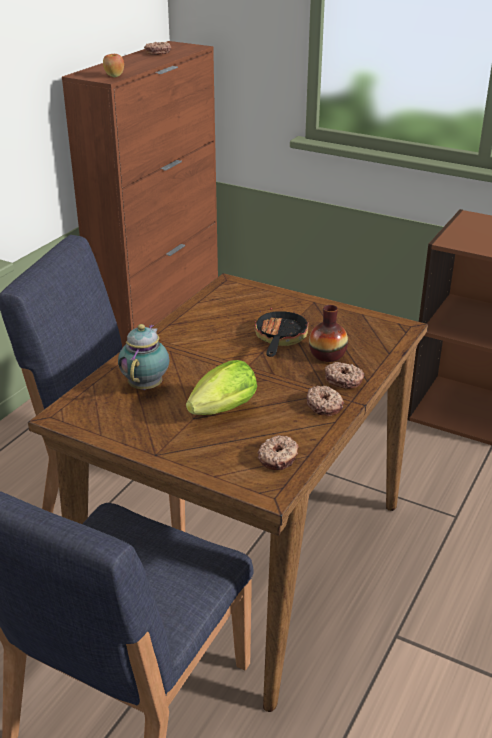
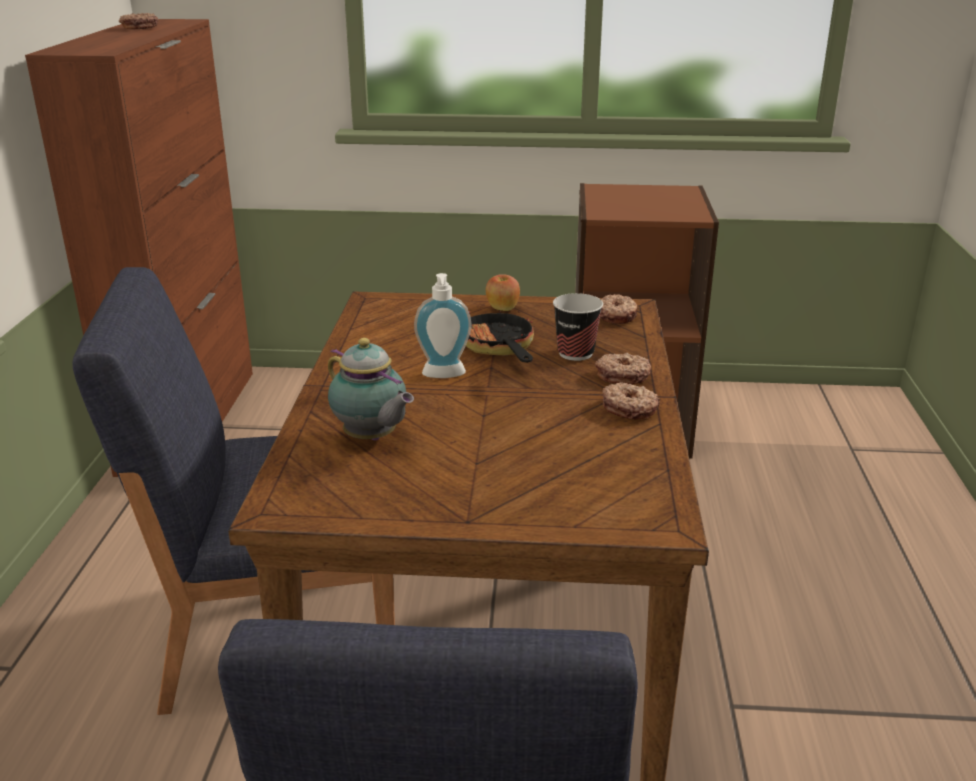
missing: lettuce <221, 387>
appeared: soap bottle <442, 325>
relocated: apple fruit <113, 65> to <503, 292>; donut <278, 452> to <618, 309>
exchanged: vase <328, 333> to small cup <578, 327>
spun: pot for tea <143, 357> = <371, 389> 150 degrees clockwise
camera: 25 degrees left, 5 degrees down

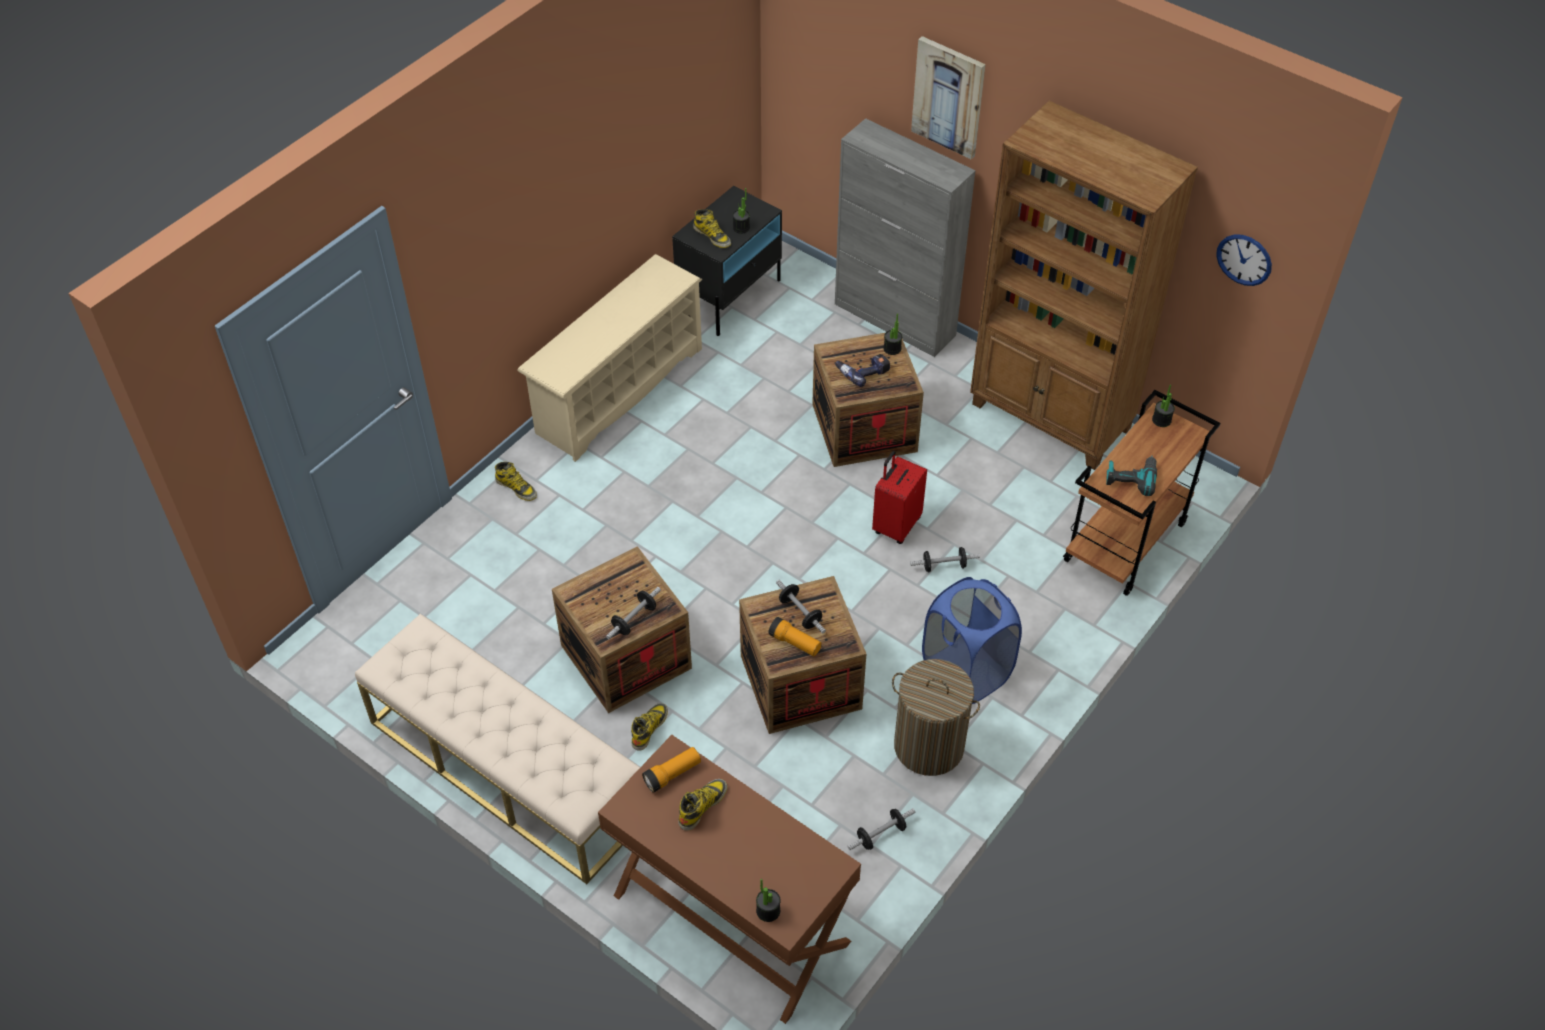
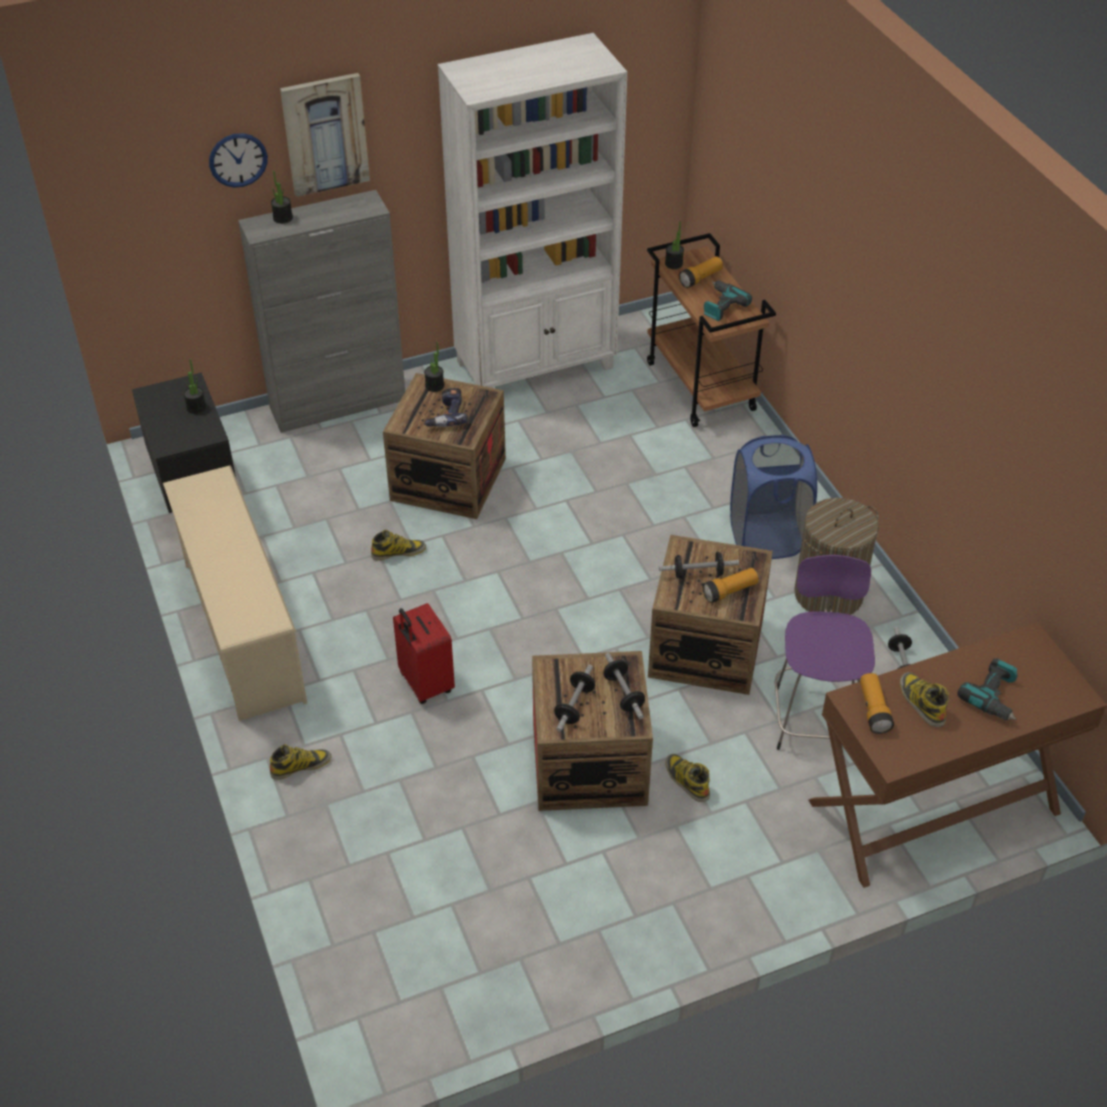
missing: indoor bench (sand-coloured) <497, 749>
appeared: flashlight <701, 272>; stool (purple-coloured) <825, 652>; drill <987, 689>
relocated: tall boot <712, 228> to <398, 545>; hanging clock <1244, 260> to <238, 160>; suitcase (red) <899, 497> to <424, 653>; hand weight <945, 559> to <574, 698>; houseplant <768, 900> to <282, 197>
colour: bookcase (brown-coloured) <1084, 285> to bookcase (white) <532, 210>
camera: 60 degrees left, 5 degrees down

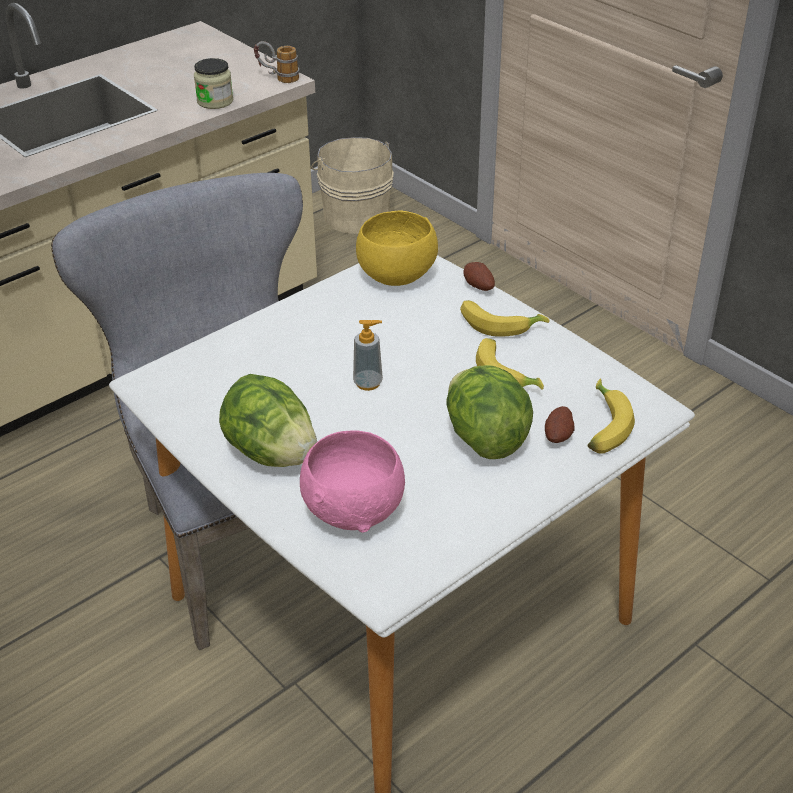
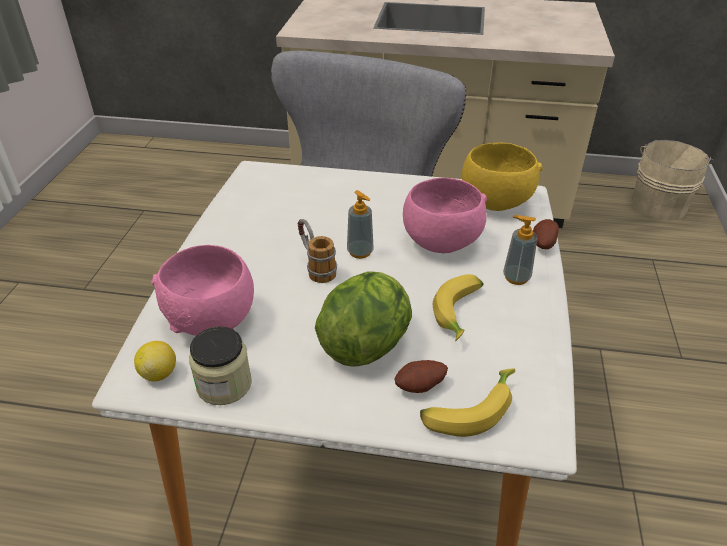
missing: lettuce <268, 420>
appeared: serving bowl (pinkish) <445, 215>; citrus fruit <155, 361>
relocated: tea mug <276, 62> to <317, 251>; storage jar <213, 83> to <220, 365>
exchanged: whole banana <505, 318> to soap bottle <520, 250>
camera: 50 degrees right, 0 degrees up

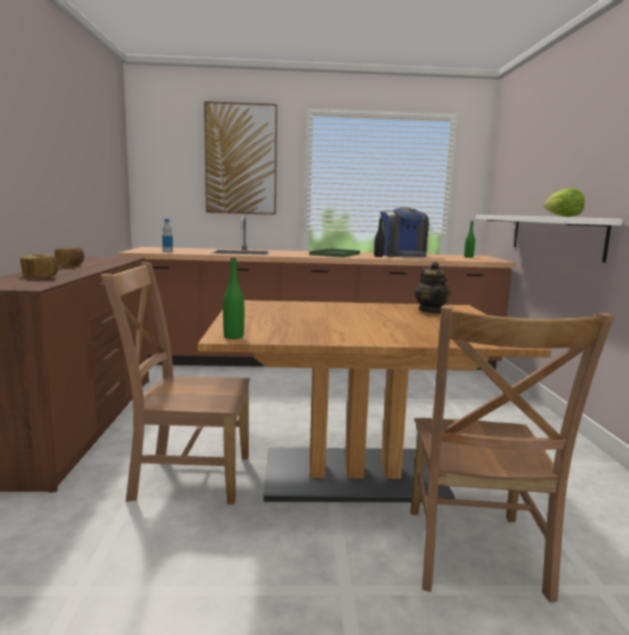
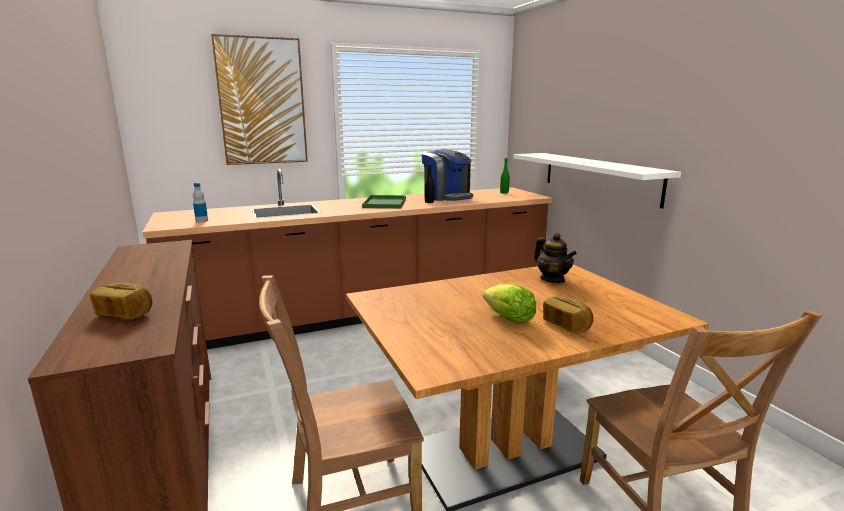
missing: drink bottle (greenish) <233, 298>
relocated: lettuce <564, 202> to <509, 304>; baked bread <69, 256> to <568, 315>
camera: 20 degrees left, 5 degrees up

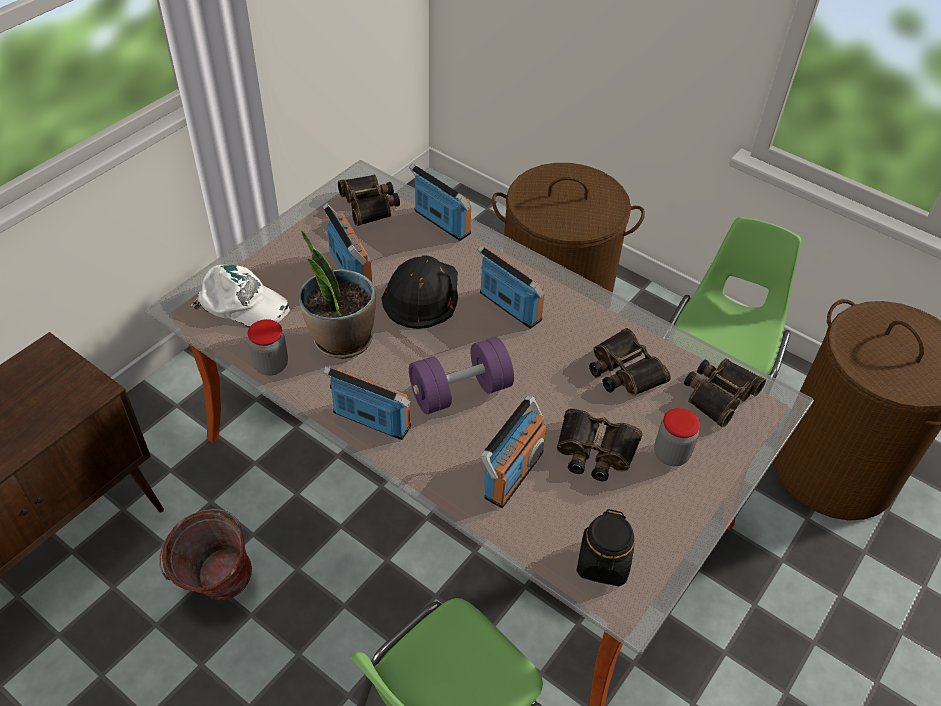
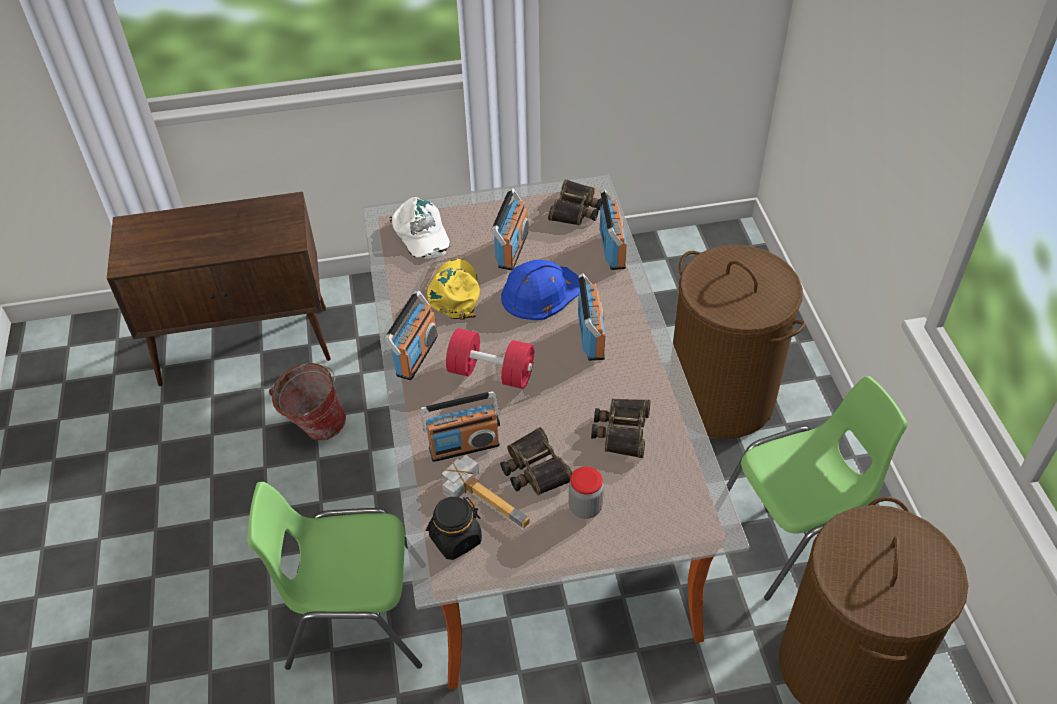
missing: storage jar <268, 347>; binoculars <725, 392>
appeared: tool hammer <485, 491>
exchanged: houseplant <337, 295> to peaked cap (yellow-coloured) <453, 289>
colour: work helmet (black-coloured) <420, 292> to work helmet (blue-coloured) <540, 290>; hand weight (purple-coloured) <461, 375> to hand weight (red) <490, 358>
spun: radio set <367, 403> = <411, 335> 45 degrees clockwise
camera: 45 degrees right, 0 degrees up

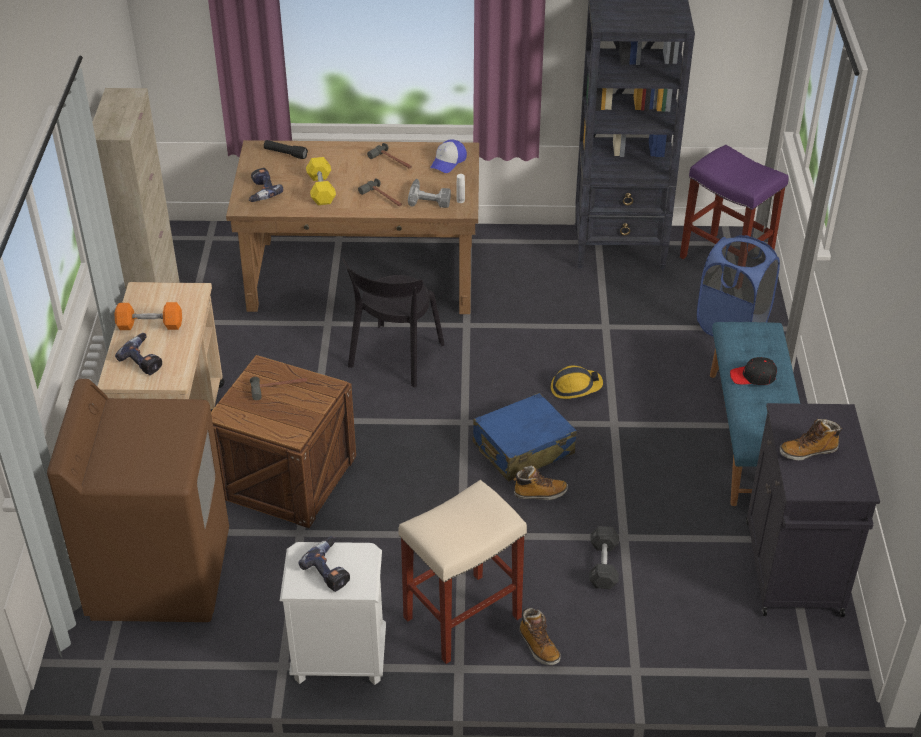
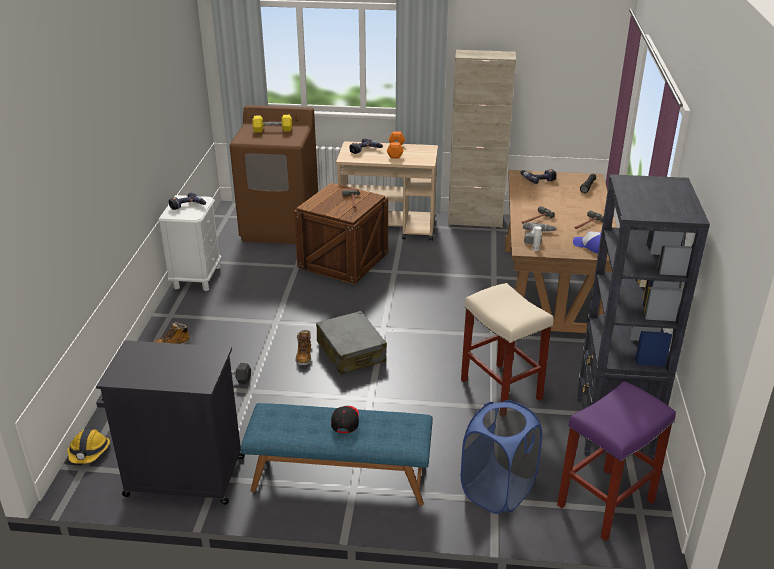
missing: upright chair (black-coloured) <393, 322>; tall boot <811, 439>
relocated: hand weight (yellow-coloured) <321, 181> to <272, 124>; work helmet <577, 382> to <88, 446>; stool (sand-coloured) <462, 572> to <507, 342>
colour: suitcase (blue-coloured) <525, 437> to suitcase (greyish) <351, 343>
camera: 95 degrees right, 10 degrees down

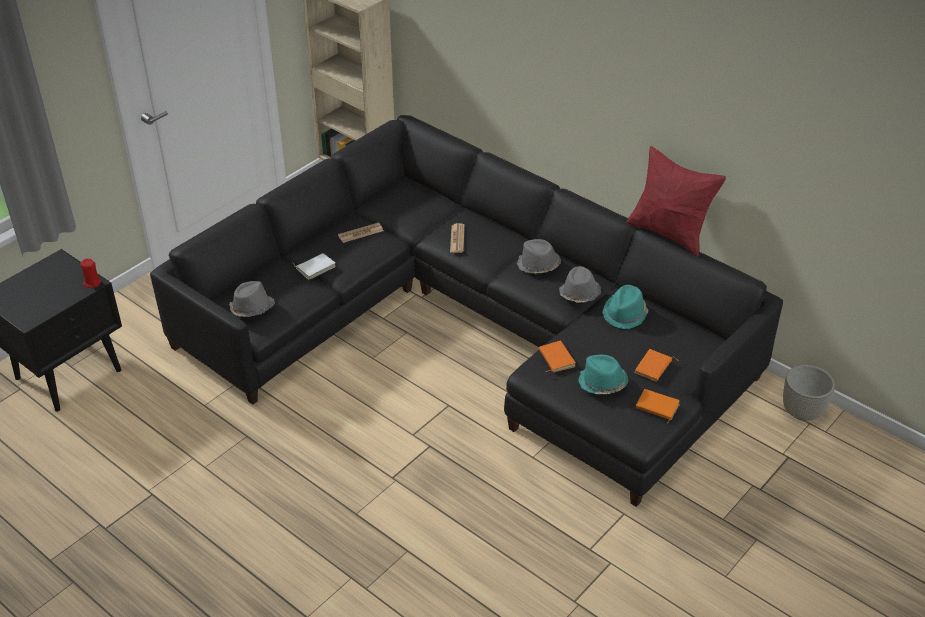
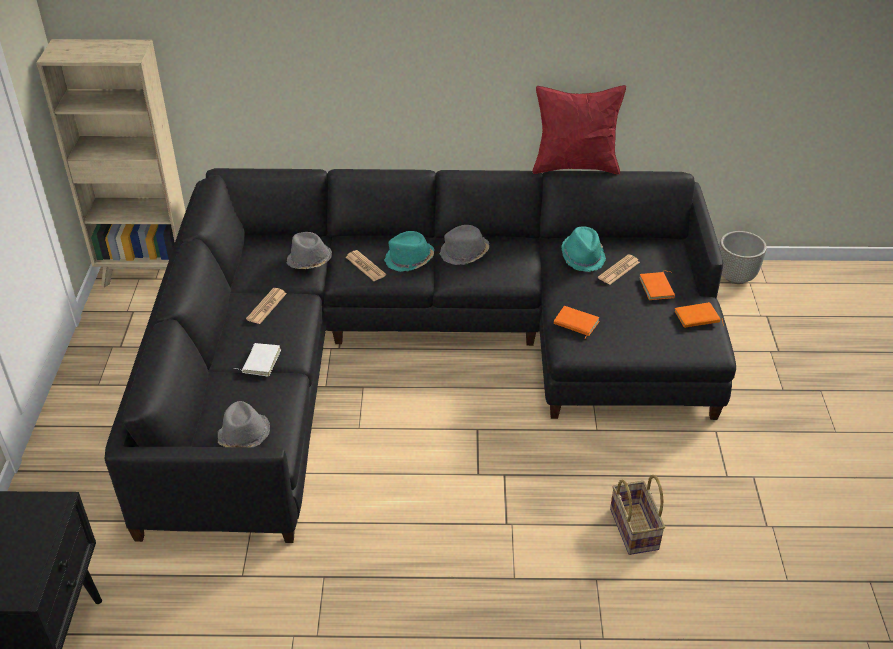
missing: candle (red) <91, 273>
appeared: newspaper <619, 269>; storage basket <637, 515>
relocated: clothing hat (greyish) <580, 284> to <309, 250>; clothing hat (turquoise-coloured) <603, 374> to <409, 251>
camera: 40 degrees left, 0 degrees up

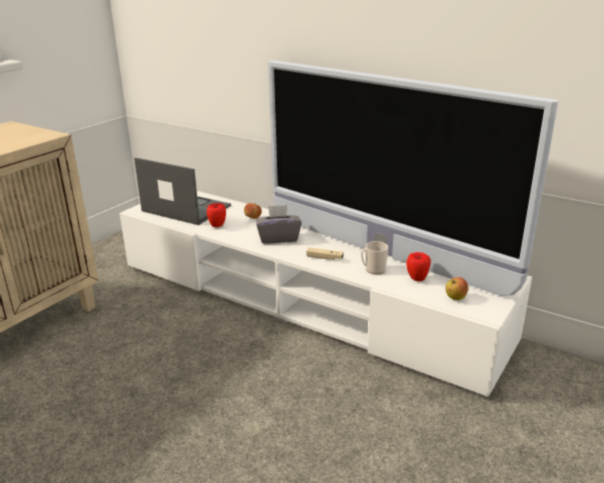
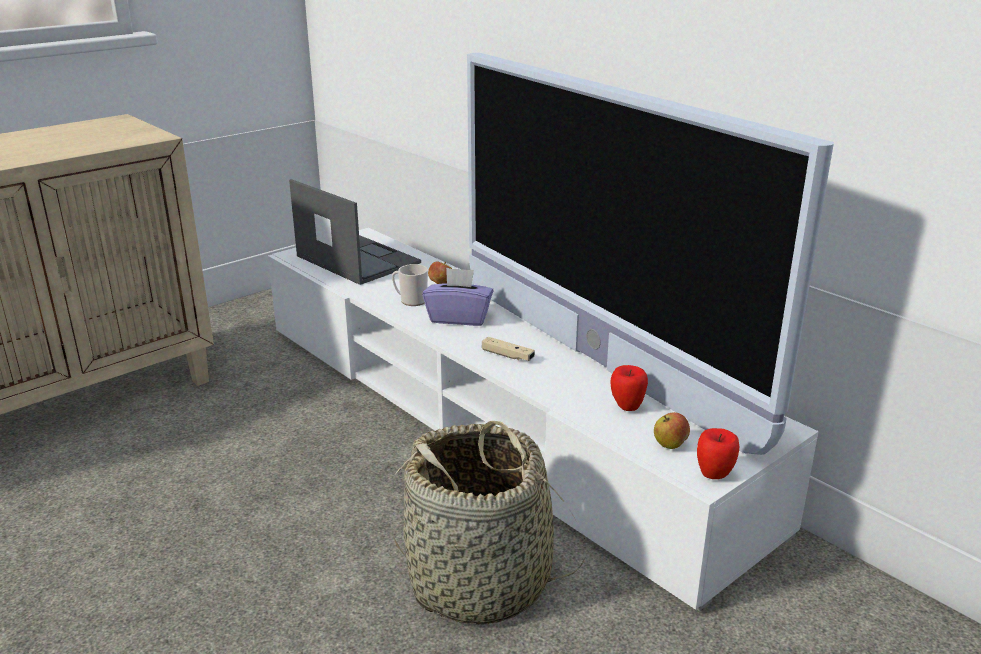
appeared: storage basket <489, 523>
relocated: apple fruit <216, 215> to <718, 453>; tea mug <374, 257> to <410, 285>
colour: tissue box (greyish) <279, 224> to tissue box (purple-coloured) <458, 297>
camera: 15 degrees right, 0 degrees up

